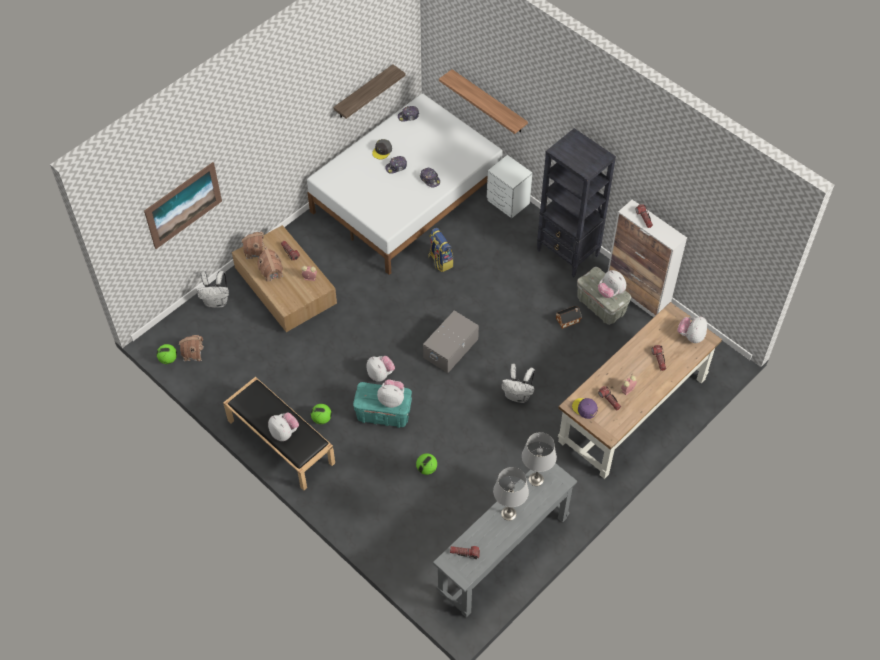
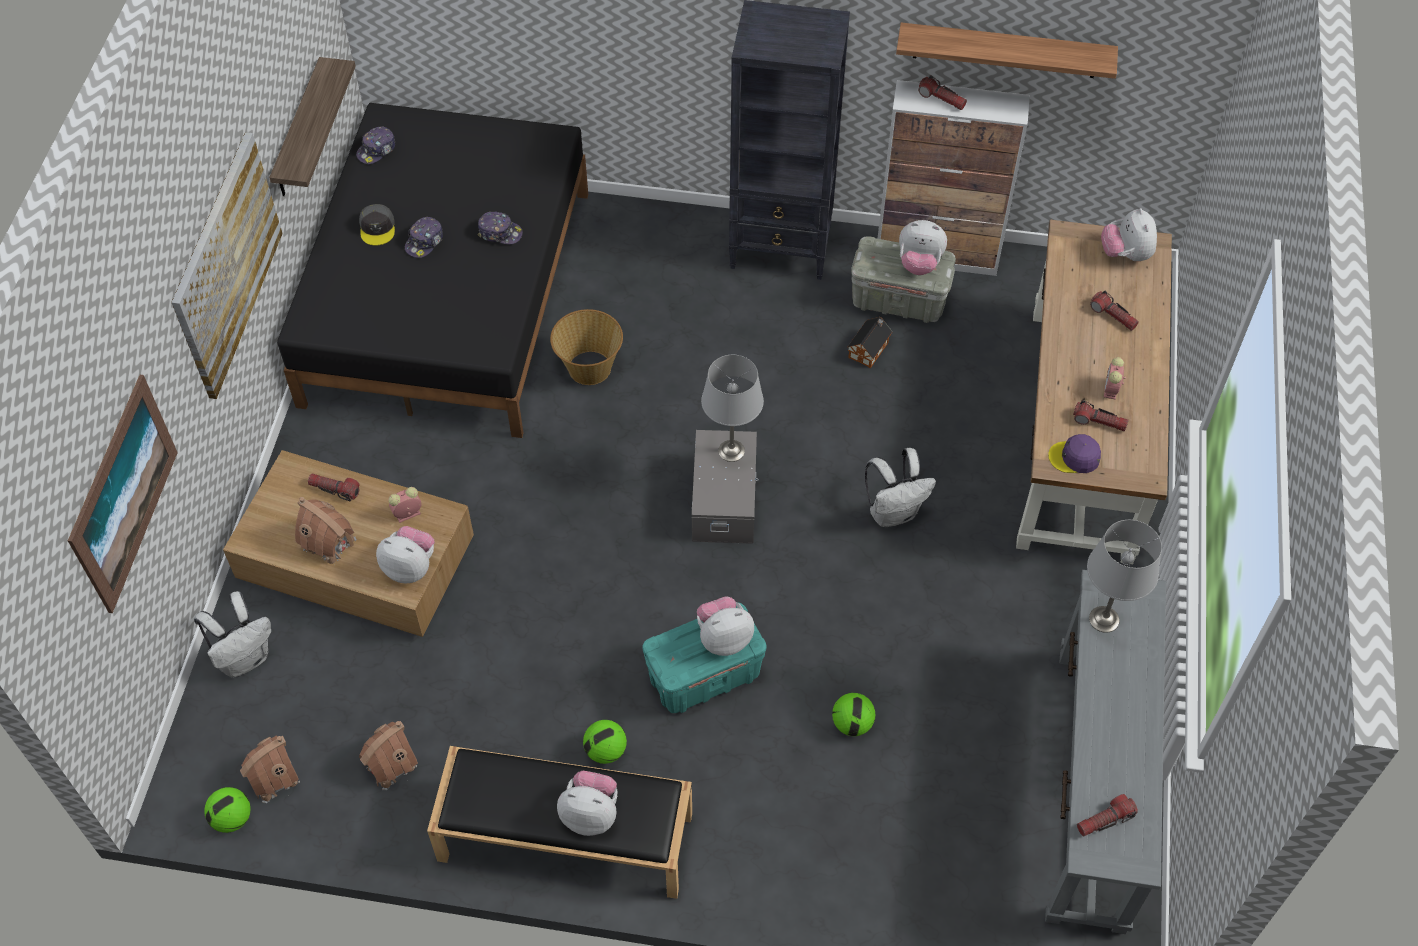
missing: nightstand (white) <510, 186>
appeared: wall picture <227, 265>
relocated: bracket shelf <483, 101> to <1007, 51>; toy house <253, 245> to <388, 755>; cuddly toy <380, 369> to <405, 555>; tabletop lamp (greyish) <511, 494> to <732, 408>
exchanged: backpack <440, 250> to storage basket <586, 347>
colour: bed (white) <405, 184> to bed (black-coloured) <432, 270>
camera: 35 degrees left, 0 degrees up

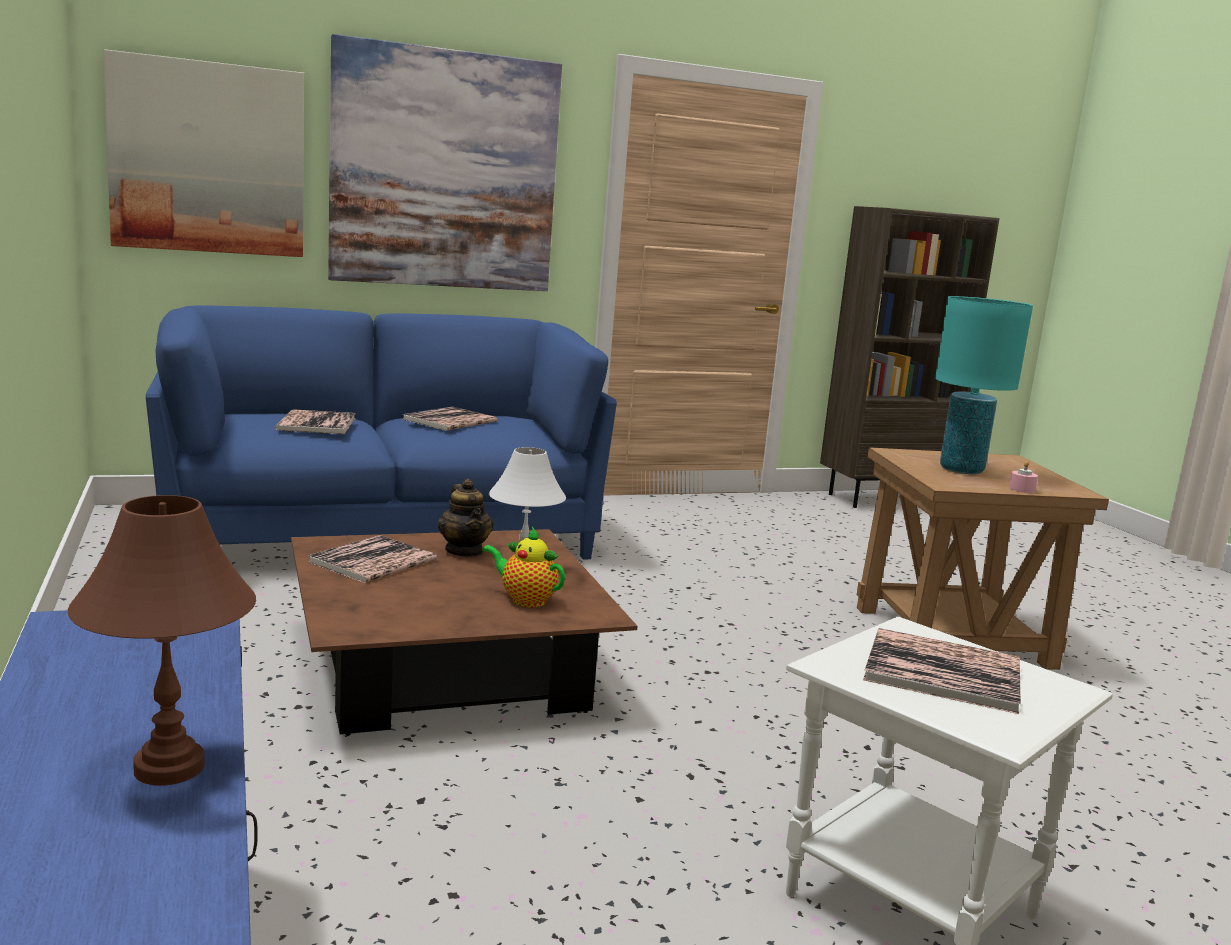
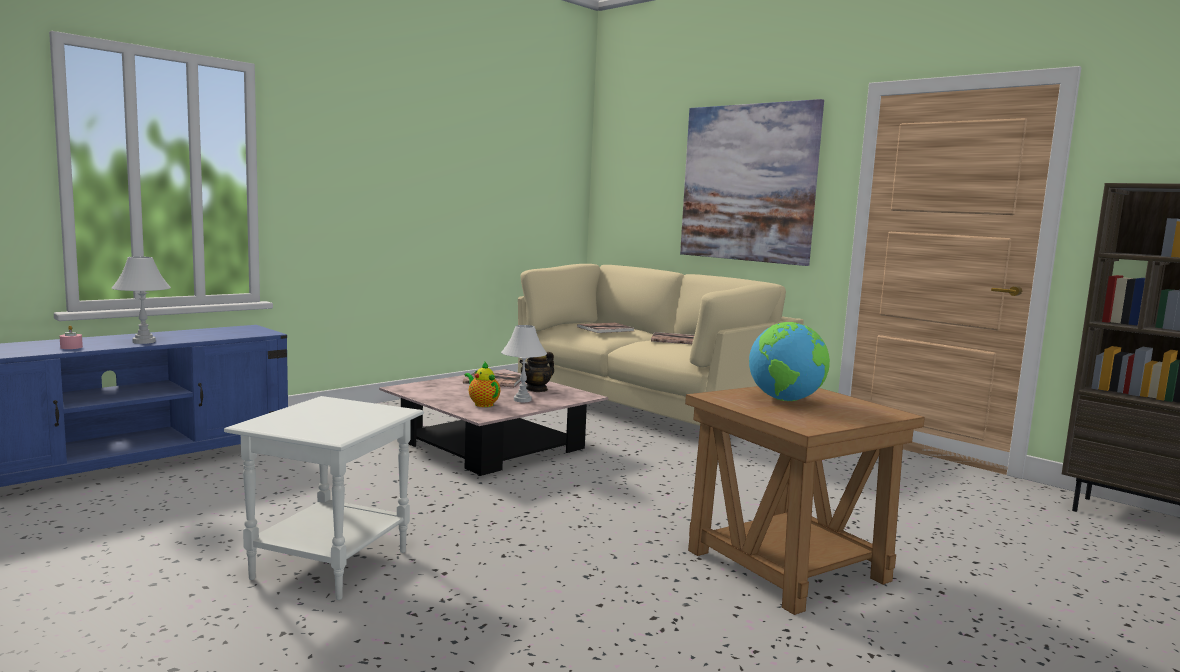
missing: wall picture <203, 153>; book <942, 671>
relocated: candle (pinkish) <1023, 477> to <71, 337>
exchanged: tabletop lamp (turquoise-coloured) <984, 385> to desk globe <789, 361>
colour: settee (blue-coloured) <381, 433> to settee (sand-coloured) <661, 345>; tabletop lamp (brown-coloured) <162, 640> to tabletop lamp (white) <141, 300>; low table (brown-coloured) <464, 632> to low table (pinkish) <493, 422>
spun: pot for tea <523, 567> = <482, 384> 45 degrees counterclockwise
camera: 65 degrees right, 5 degrees down

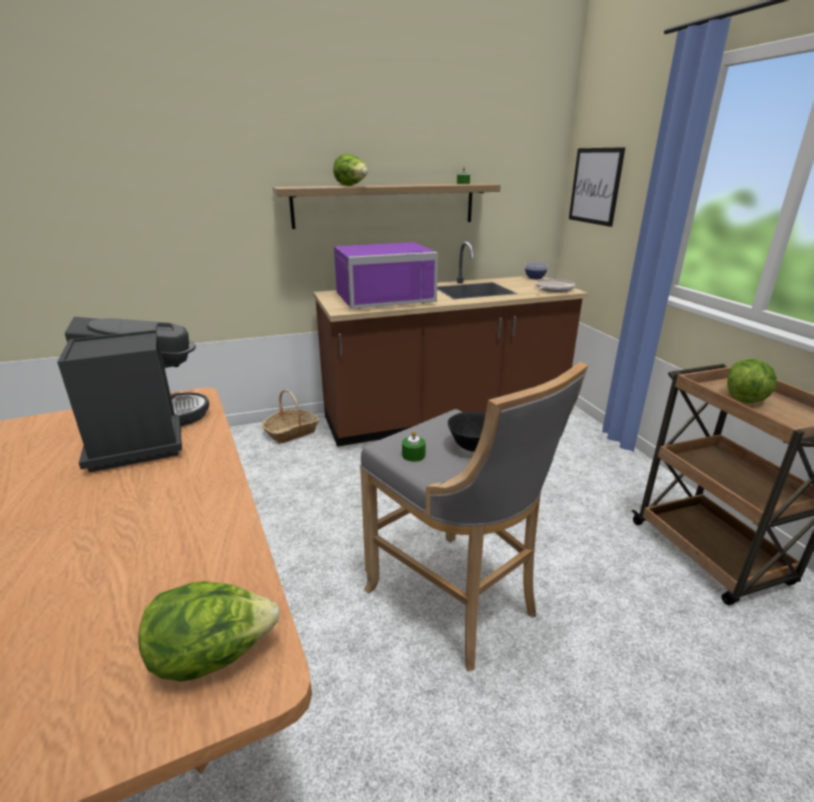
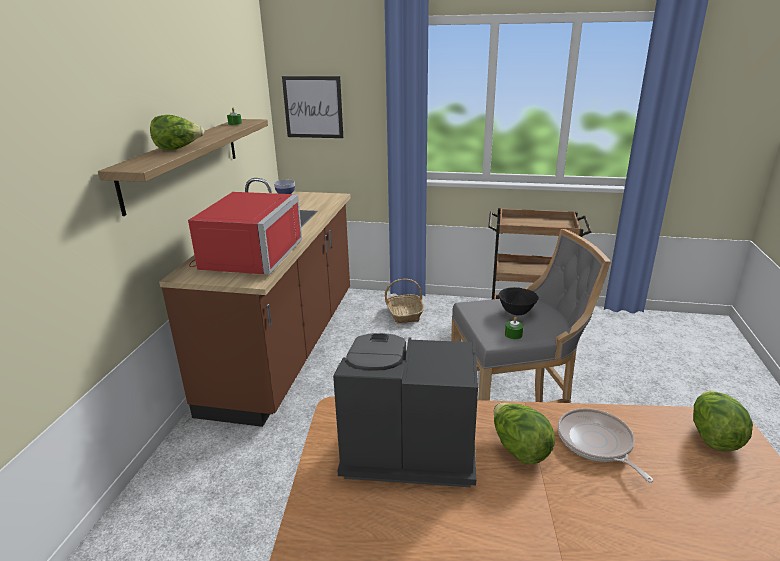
relocated: frying pan <555, 285> to <605, 445>; lettuce <752, 381> to <524, 433>; storage basket <290, 416> to <404, 301>
colour: microwave (purple-coloured) <386, 275> to microwave (red) <245, 233>
camera: 60 degrees left, 0 degrees up

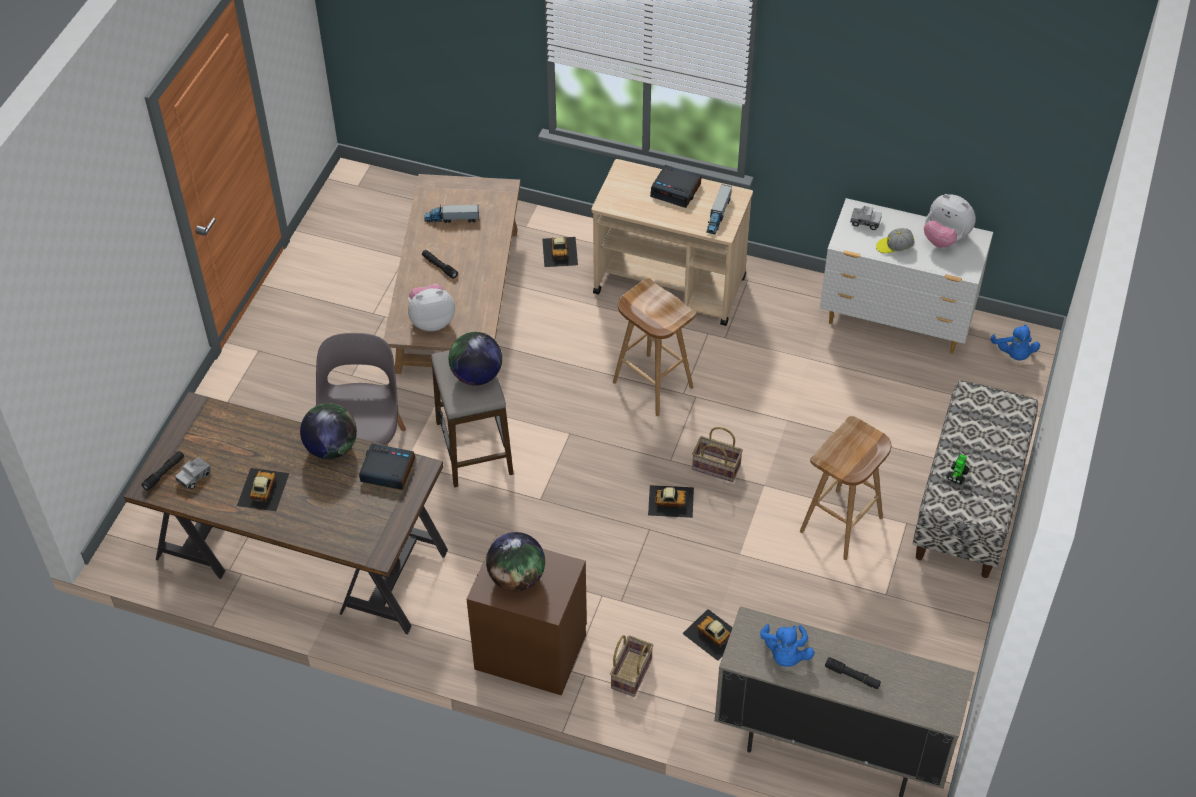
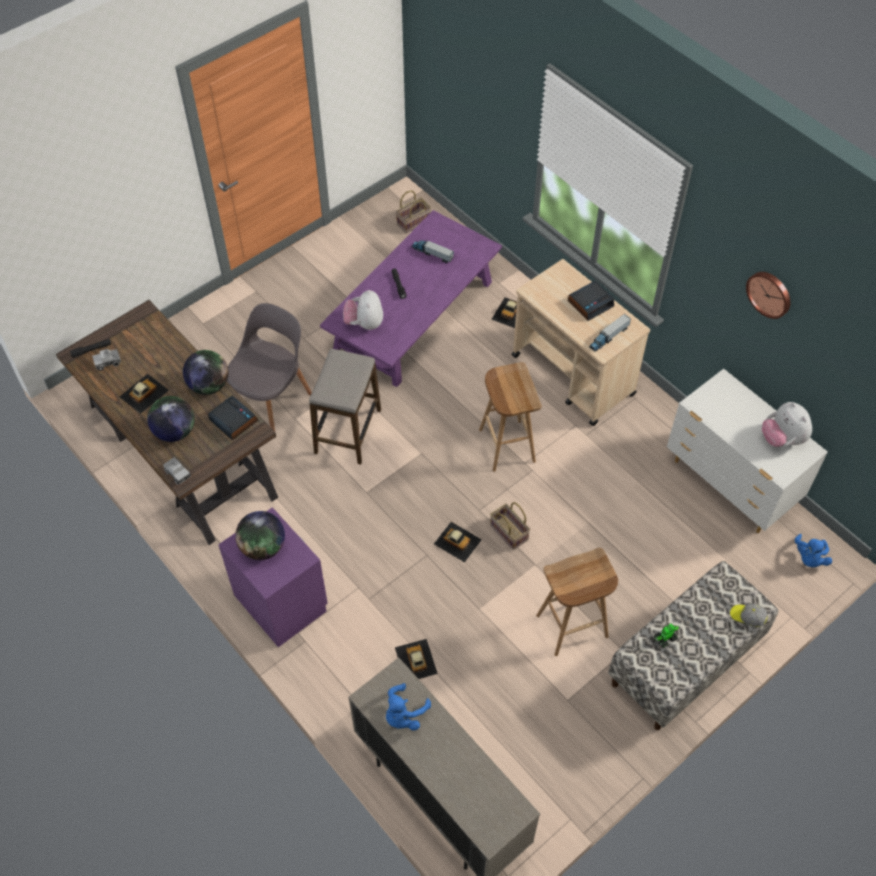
missing: flashlight (black-coloured) <853, 673>
appeared: hanging clock <768, 295>
relocated: toy truck <866, 218> to <177, 471>; peaked cap <895, 240> to <749, 615>; desk globe <475, 358> to <171, 419>; storage basket <631, 666> to <413, 211>
colour: low table (brown-coloured) <452, 274> to low table (purple-coloured) <411, 298>; nightstand (brown-coloured) <526, 615> to nightstand (purple-coloured) <273, 577>
spun: bedside clock <675, 186> = <591, 300> 90 degrees counterclockwise; cuddly toy <431, 307> = <363, 310> 105 degrees counterclockwise
camera: 30 degrees right, 5 degrees up

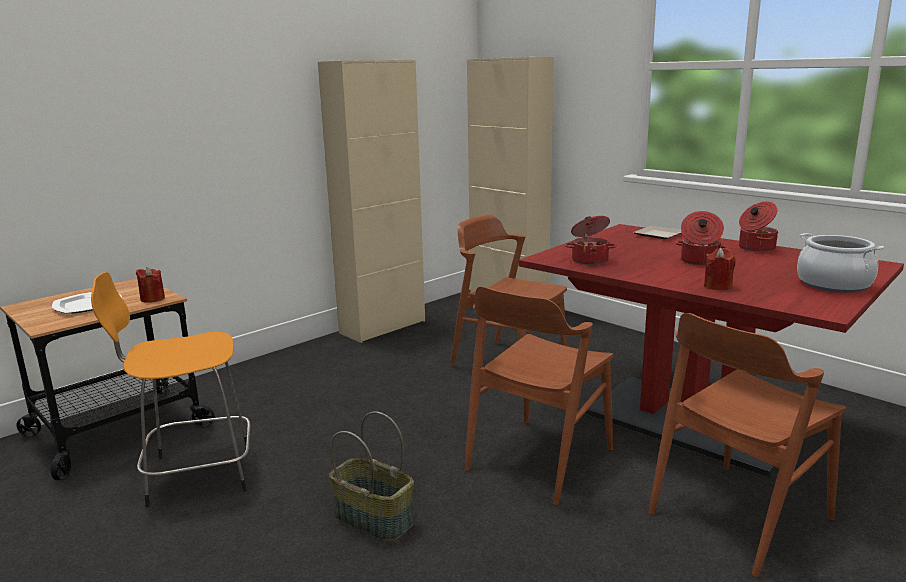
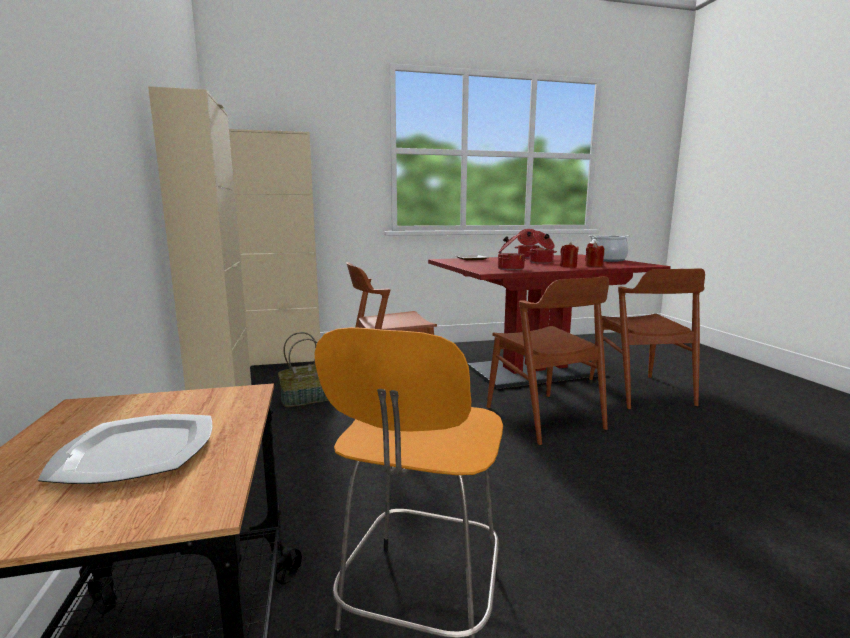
relocated: candle (red) <150, 285> to <569, 255>; storage basket <371, 477> to <303, 369>
camera: 60 degrees left, 5 degrees down

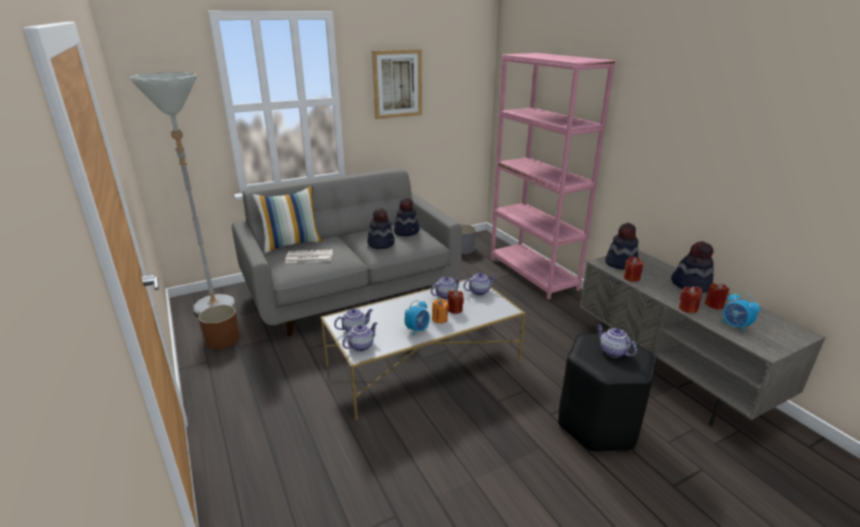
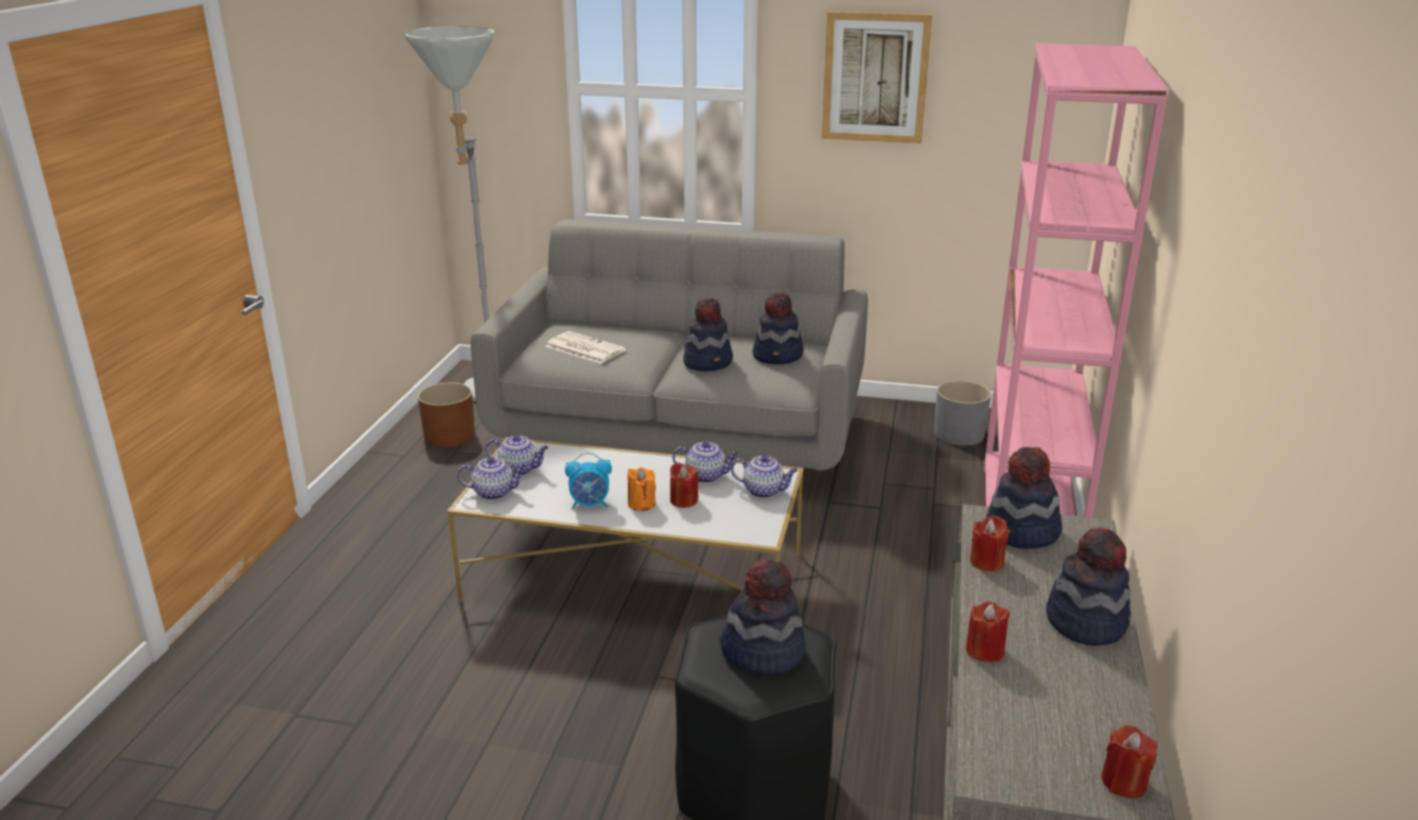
missing: pillow <287, 219>; bedside clock <741, 313>
relocated: candle (red) <717, 296> to <1129, 761>
exchanged: pot for tea <617, 341> to clothing hat <762, 617>
camera: 40 degrees right, 0 degrees up

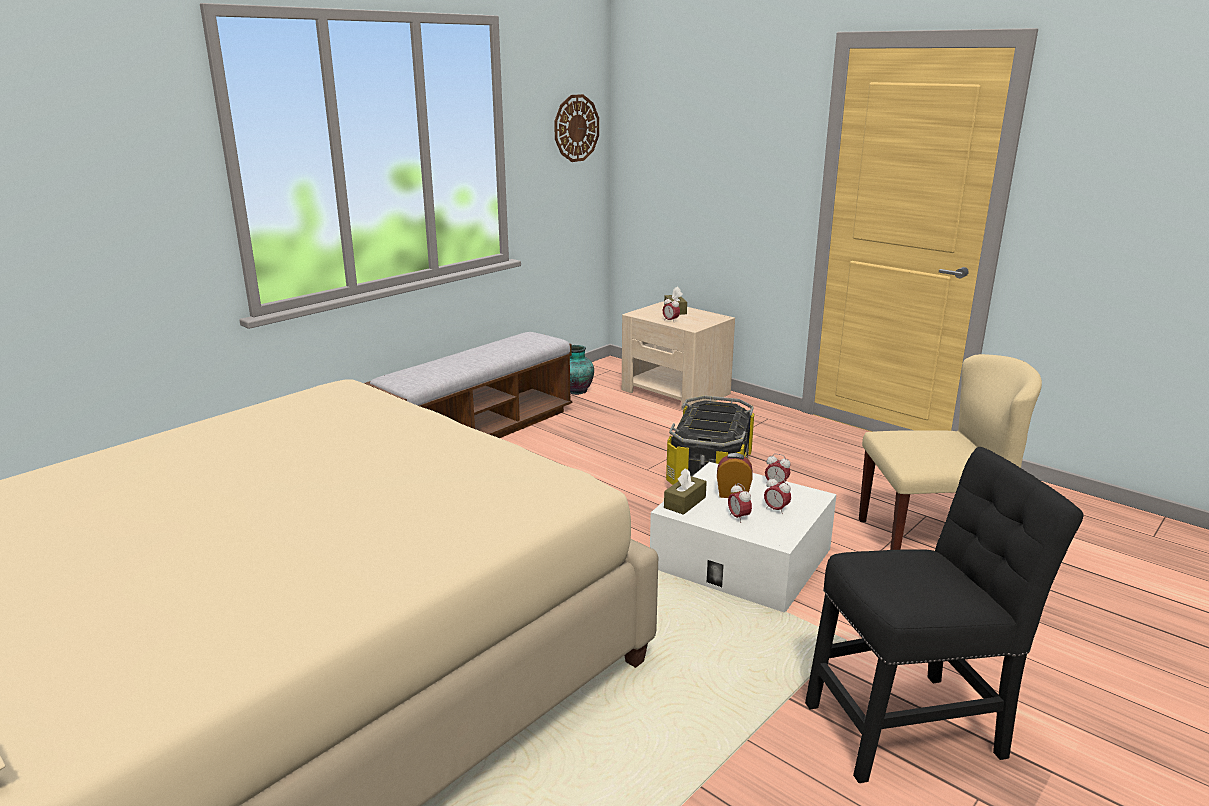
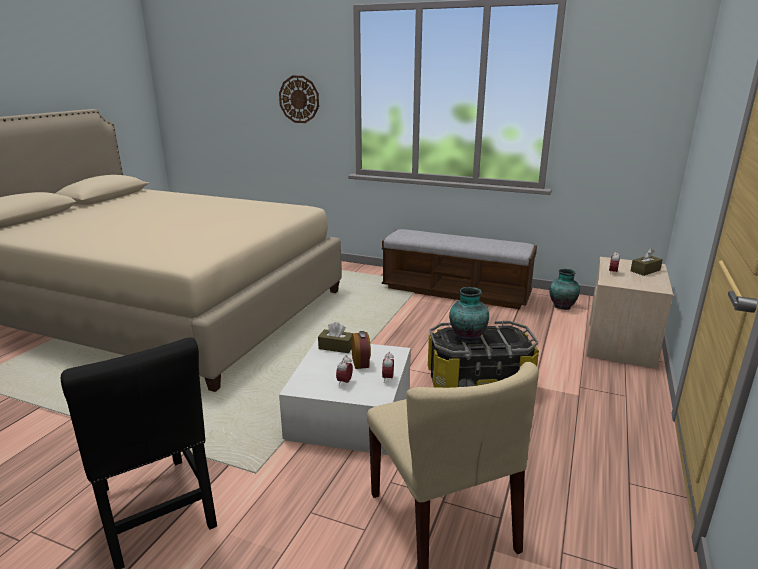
missing: bedside clock <740, 503>
appeared: vase <469, 315>
relocated: hanging clock <576, 128> to <299, 99>
camera: 70 degrees right, 0 degrees up

